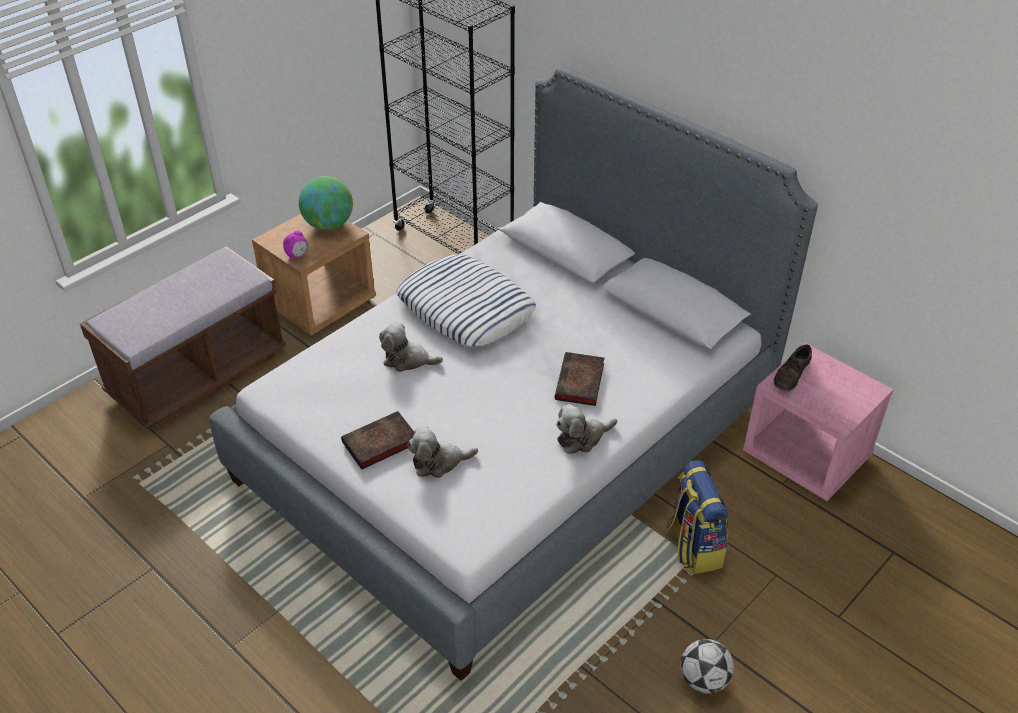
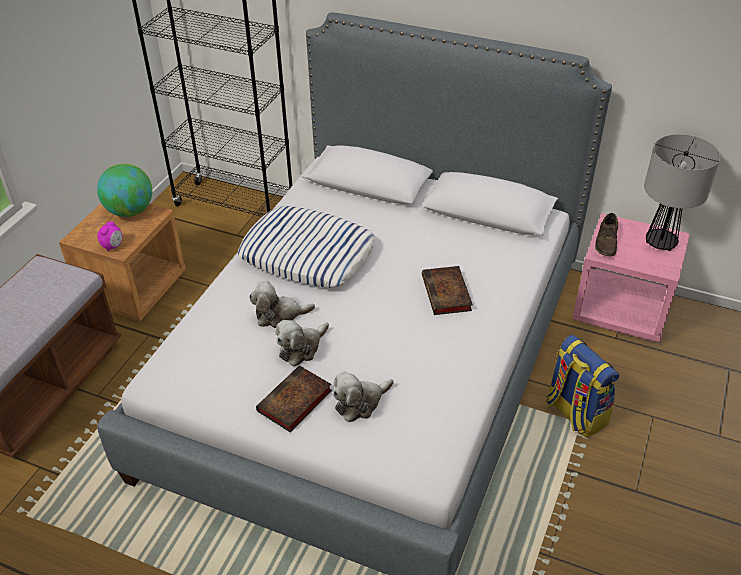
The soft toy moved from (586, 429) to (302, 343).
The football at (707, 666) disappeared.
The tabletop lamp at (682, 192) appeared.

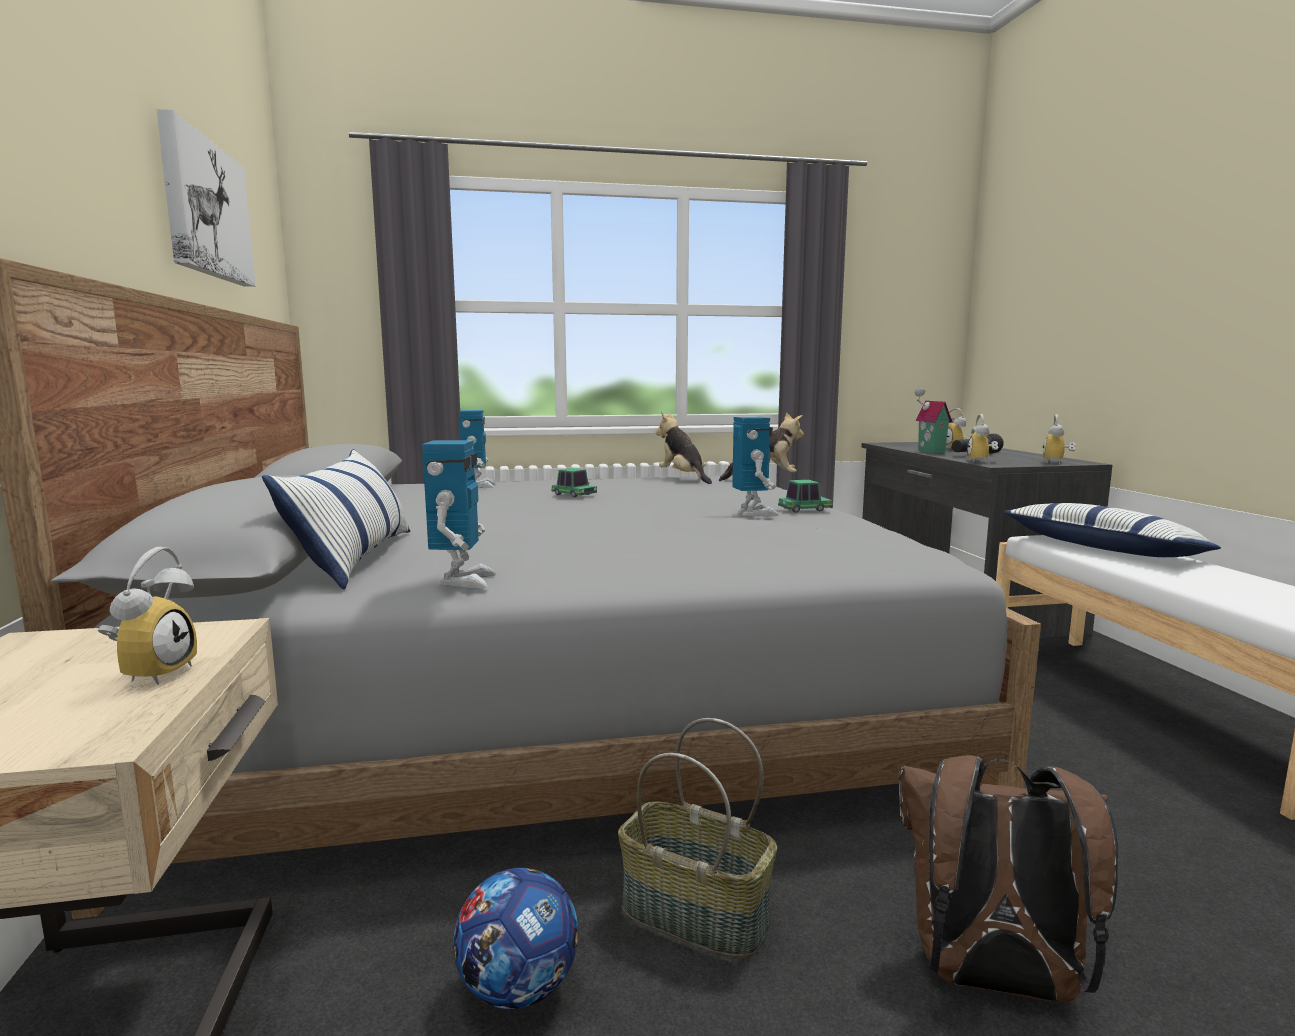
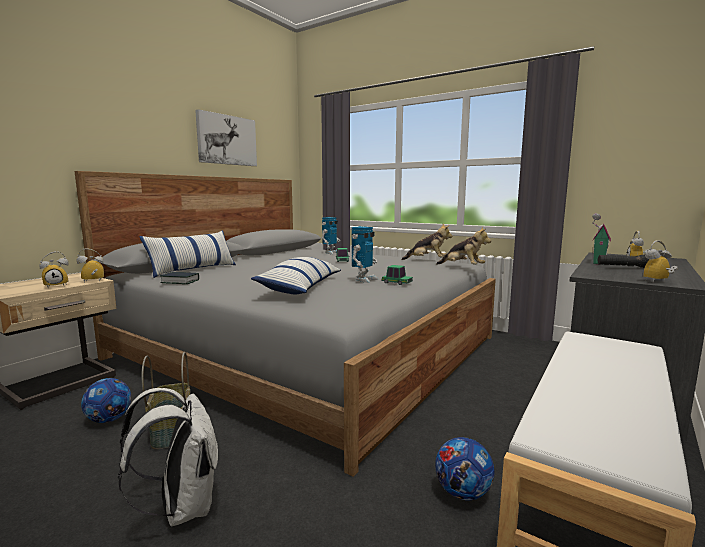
The model robot at (459, 514) was replaced by the volume at (179, 278).
The soft toy at (684, 448) turned 90 degrees clockwise.
The brown backpack at (1008, 878) became the white backpack at (168, 457).
The table clock moved from (982, 438) to (90, 265).
The pillow moved from (1112, 530) to (296, 275).
The football at (464, 468) appeared.

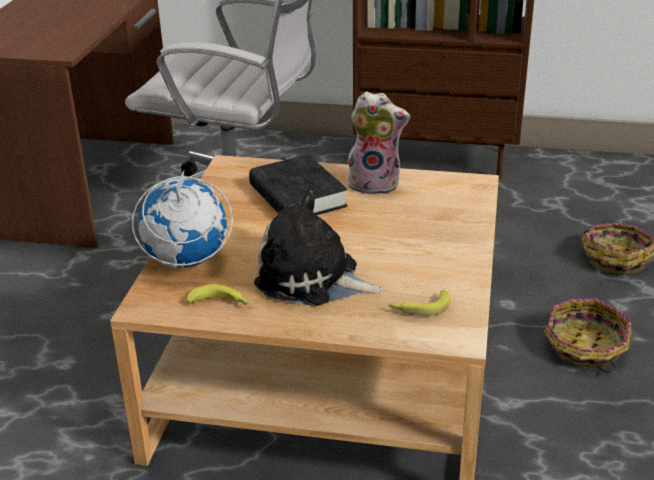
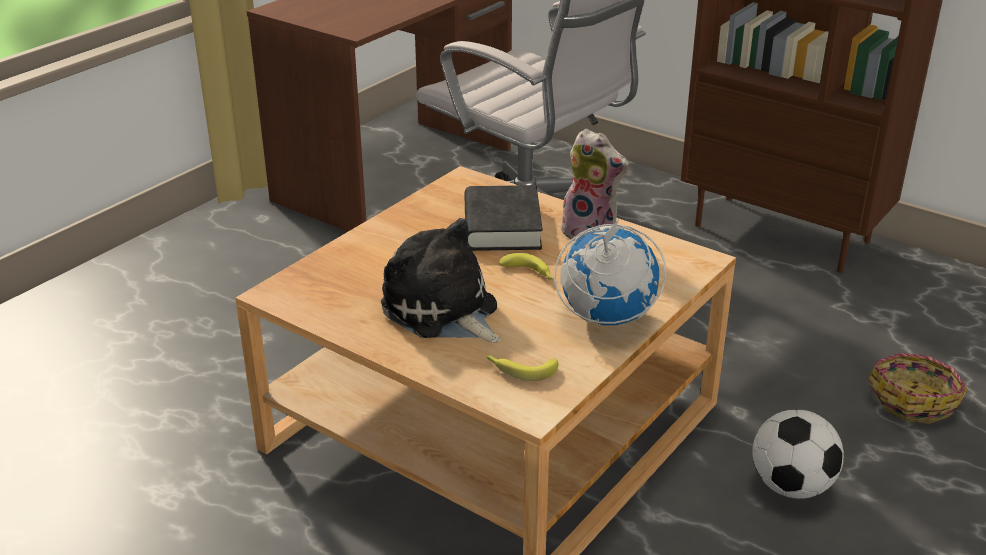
The world globe moved from (182, 218) to (610, 272).
The whole banana moved from (218, 294) to (526, 266).
The storage basket at (588, 335) was replaced by the football at (798, 454).

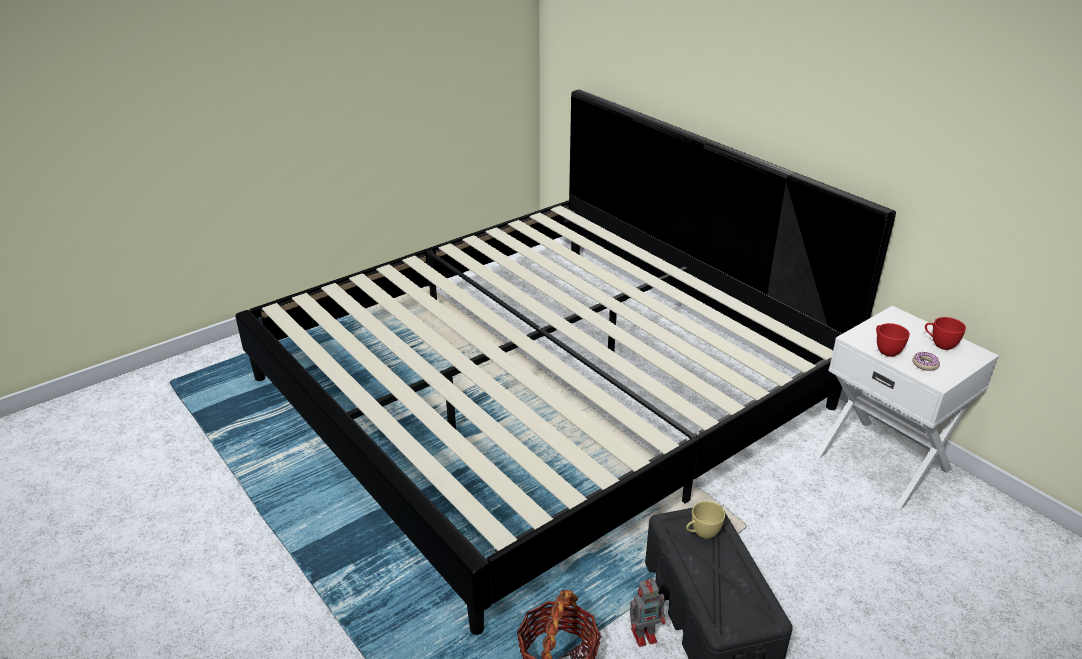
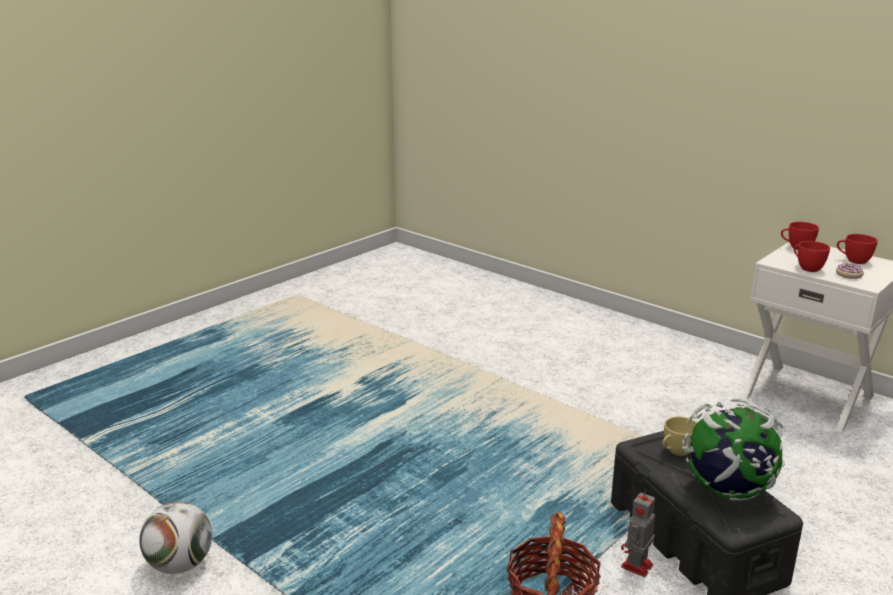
The bedroom bed at (565, 362) disappeared.
The model robot at (647, 612) turned 150 degrees clockwise.
The football at (175, 538) appeared.
The world globe at (733, 450) appeared.
The red cup at (800, 236) appeared.

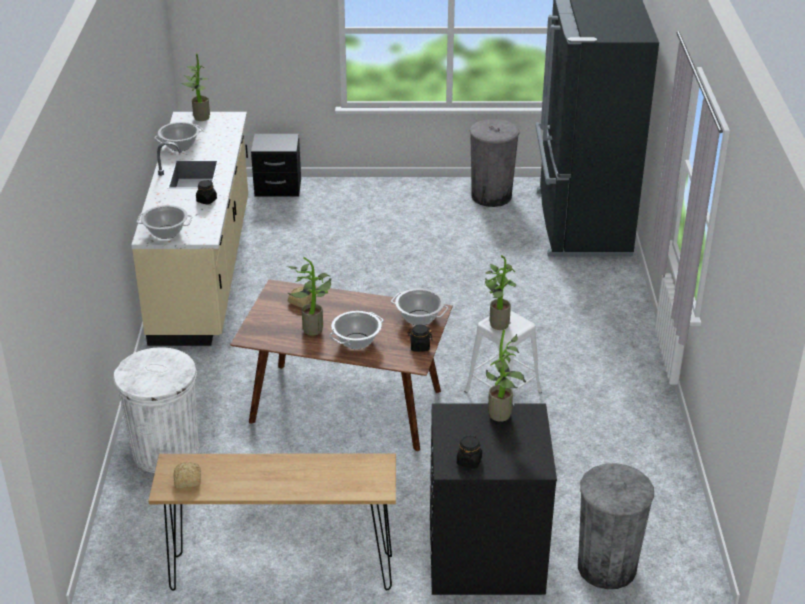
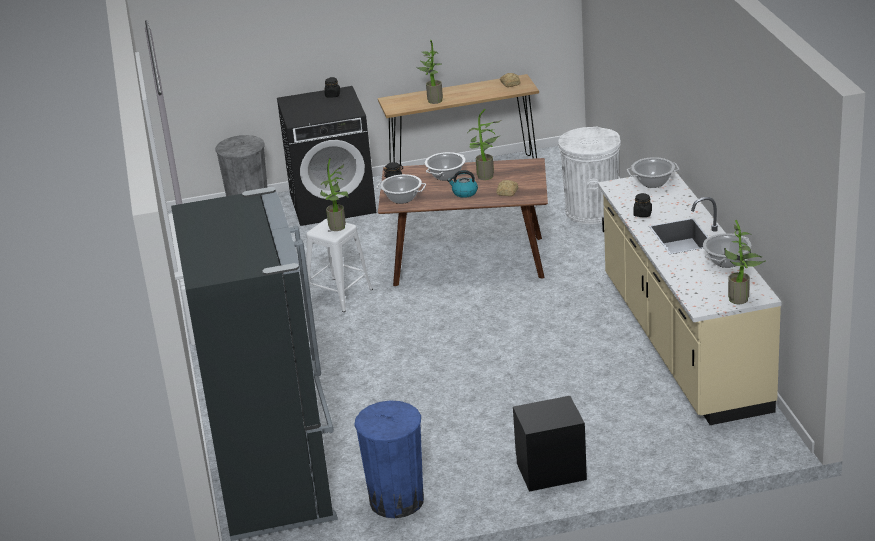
The black night table moved from (276, 165) to (550, 444).
The greyish trash can at (495, 163) became the blue trash can at (389, 459).
The houseplant moved from (506, 376) to (430, 72).
The water kettle at (462, 184) appeared.

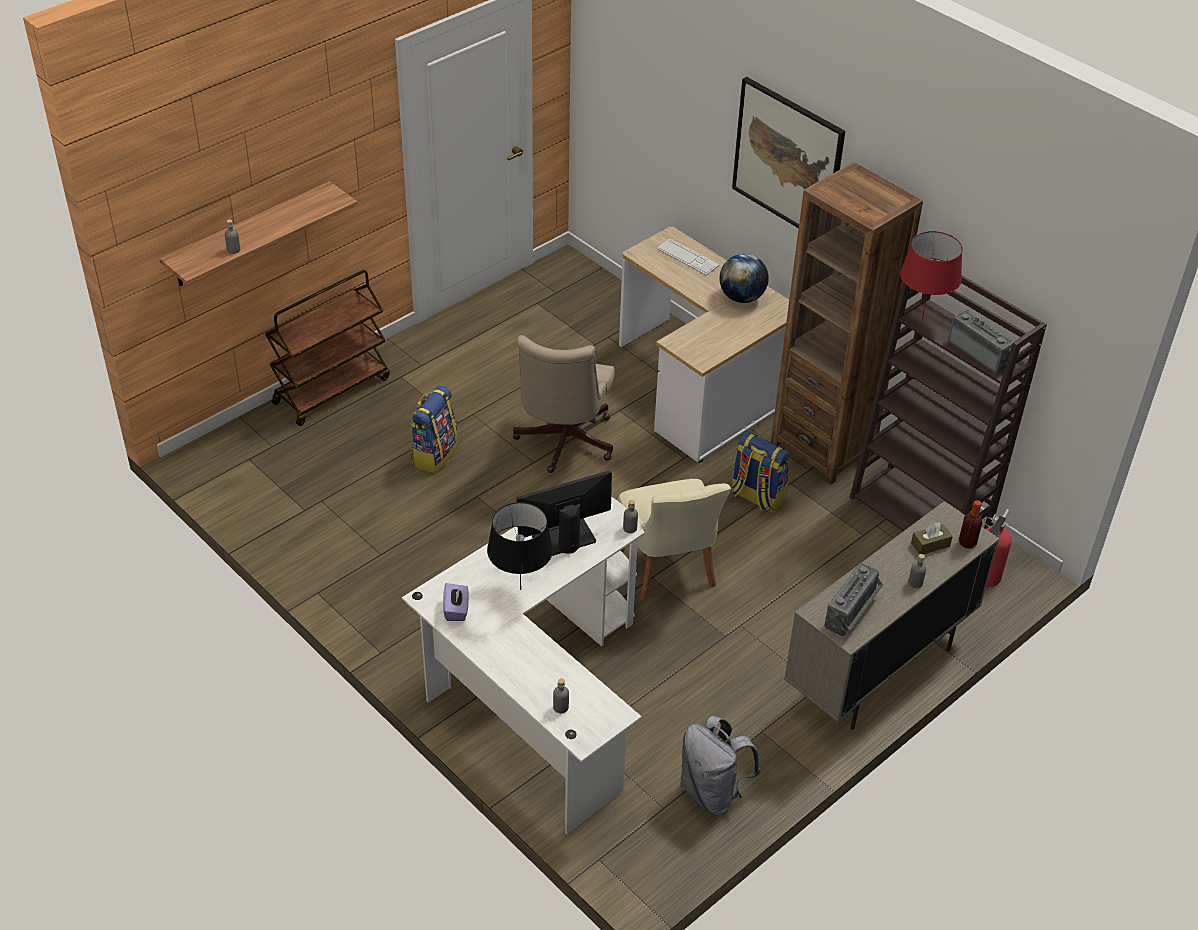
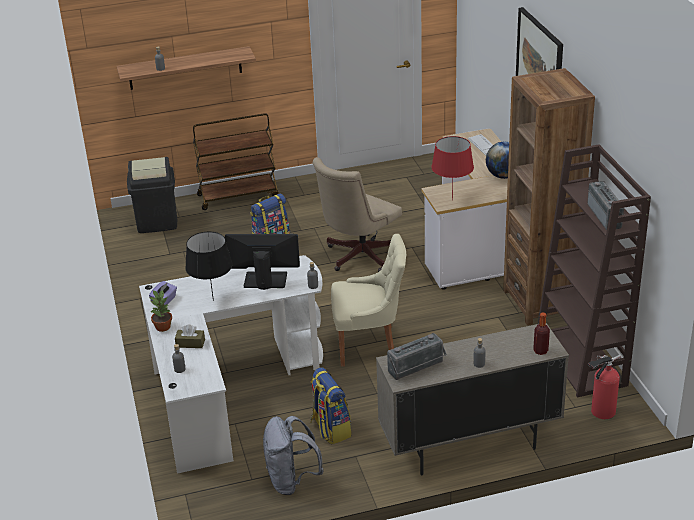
The beige-coloured chair at (674, 540) turned 105 degrees counterclockwise.
The backpack moved from (761, 472) to (331, 405).
The red tabletop lamp moved from (931, 275) to (452, 168).
The brown box of tissues moved from (932, 538) to (190, 336).
The black trash can at (152, 195) appeared.
The houseplant at (161, 311) appeared.

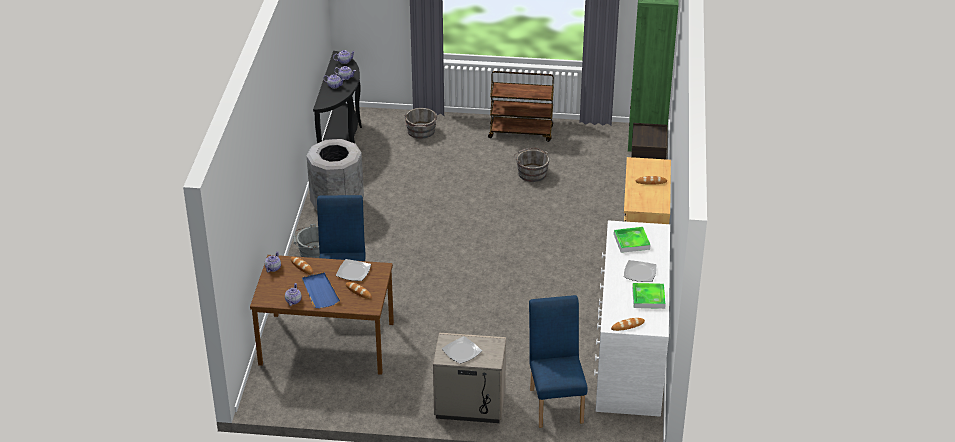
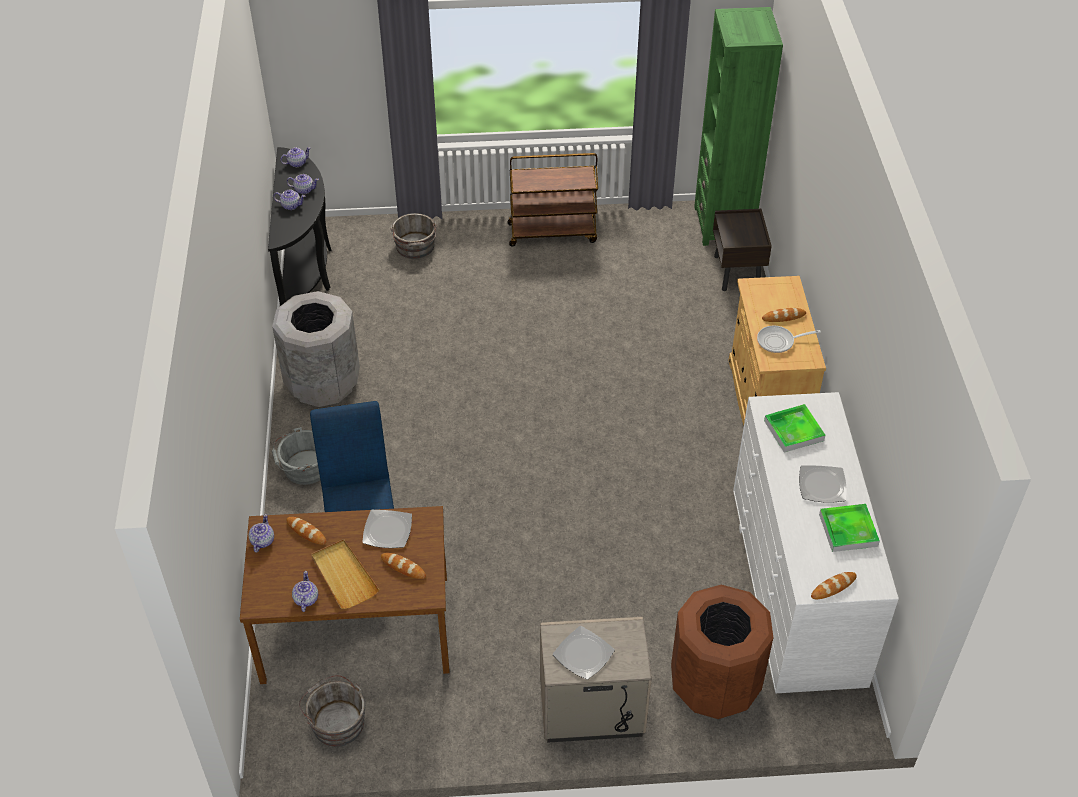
The blue serving tray at (321, 290) became the beige-coloured serving tray at (345, 574).
The greyish water bucket moved from (532, 165) to (332, 711).
The blue chair at (558, 361) was replaced by the brown trash can at (722, 652).
The frying pan at (789, 339) appeared.

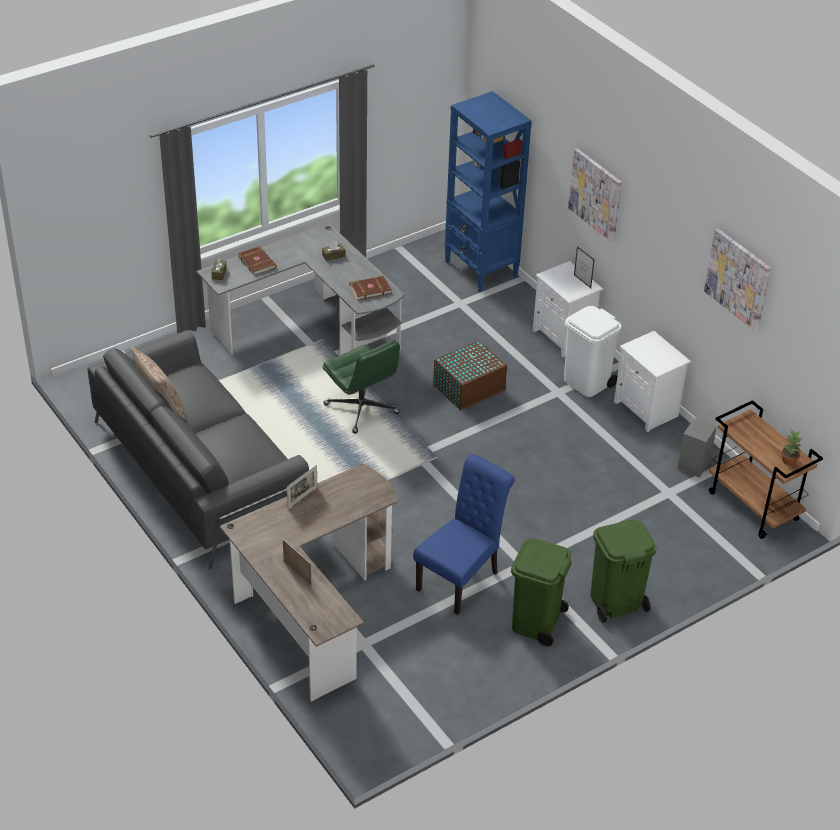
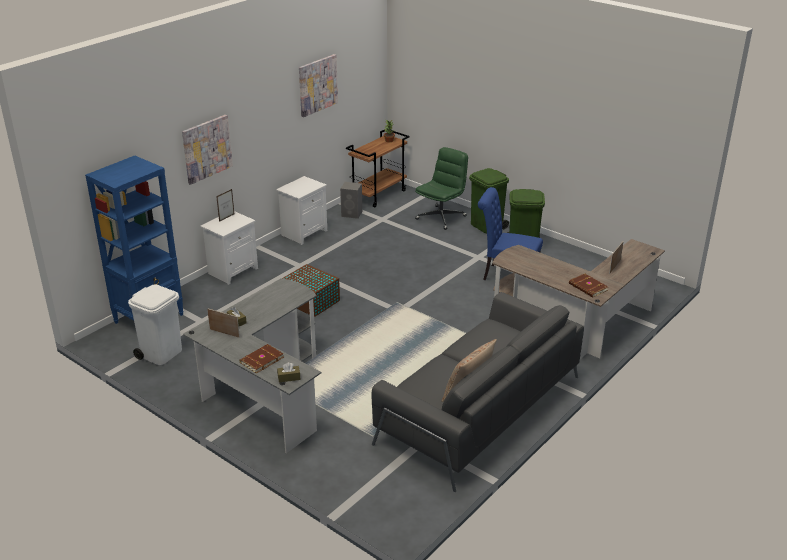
The standing frame moved from (302, 487) to (223, 323).
The green office chair moved from (361, 387) to (441, 188).
The brown volume moved from (370, 288) to (588, 285).
The white trash can moved from (592, 351) to (155, 325).

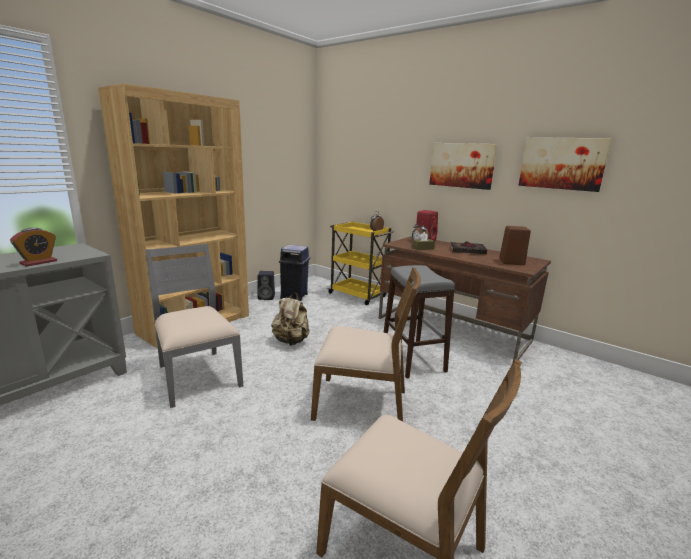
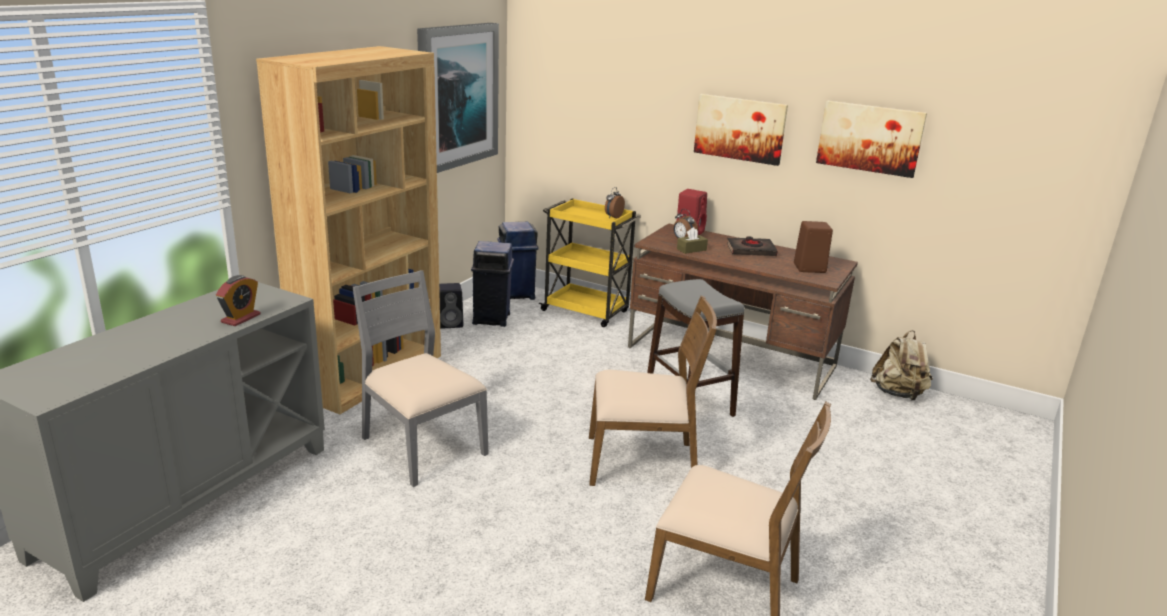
The beige-coloured backpack moved from (290, 319) to (901, 365).
The picture at (458, 98) appeared.
The blue trash can at (518, 261) appeared.

